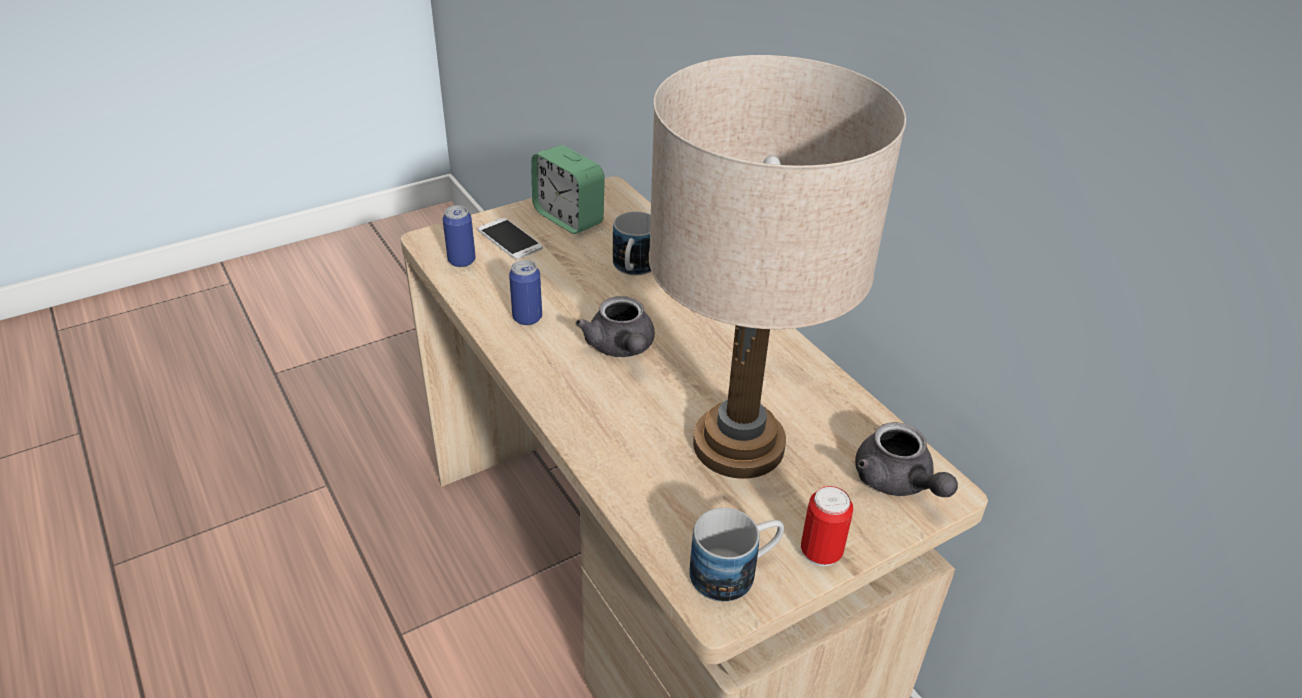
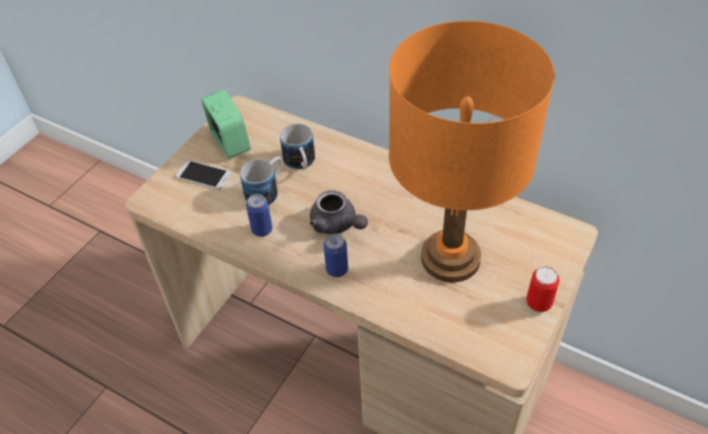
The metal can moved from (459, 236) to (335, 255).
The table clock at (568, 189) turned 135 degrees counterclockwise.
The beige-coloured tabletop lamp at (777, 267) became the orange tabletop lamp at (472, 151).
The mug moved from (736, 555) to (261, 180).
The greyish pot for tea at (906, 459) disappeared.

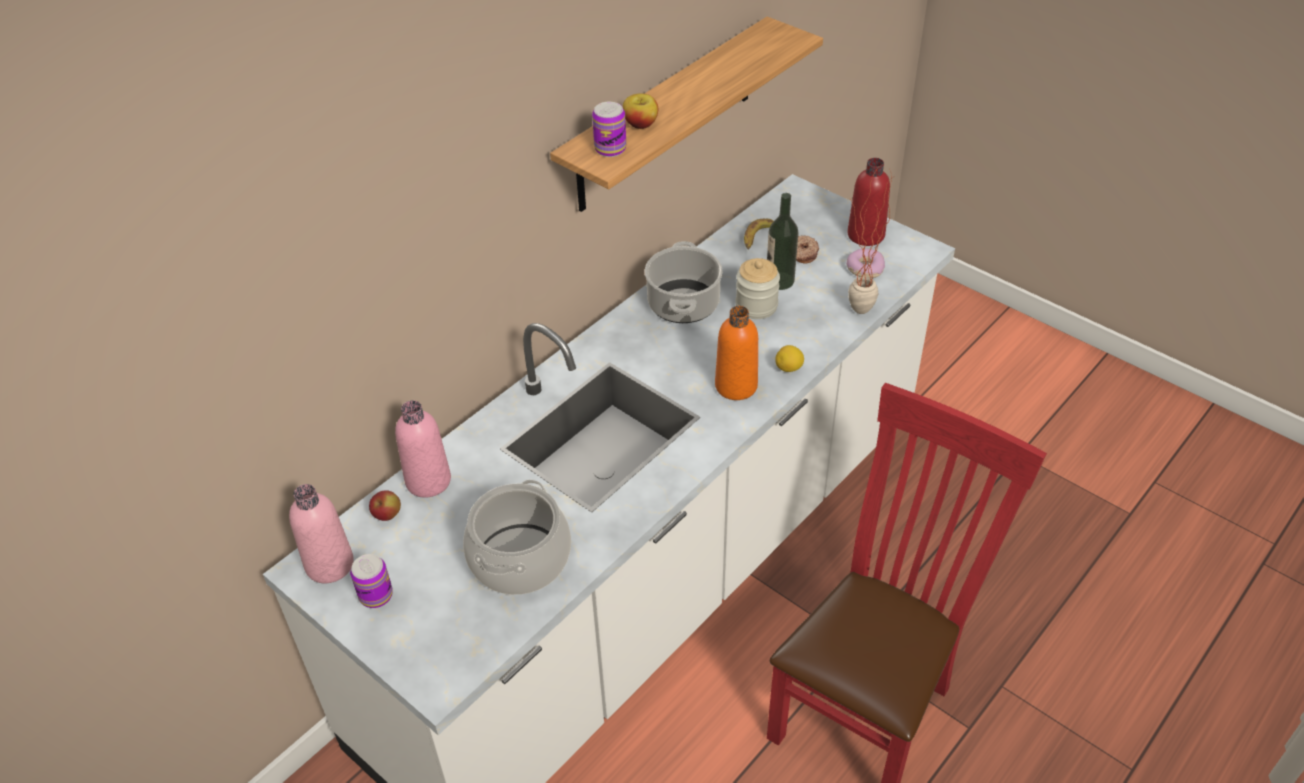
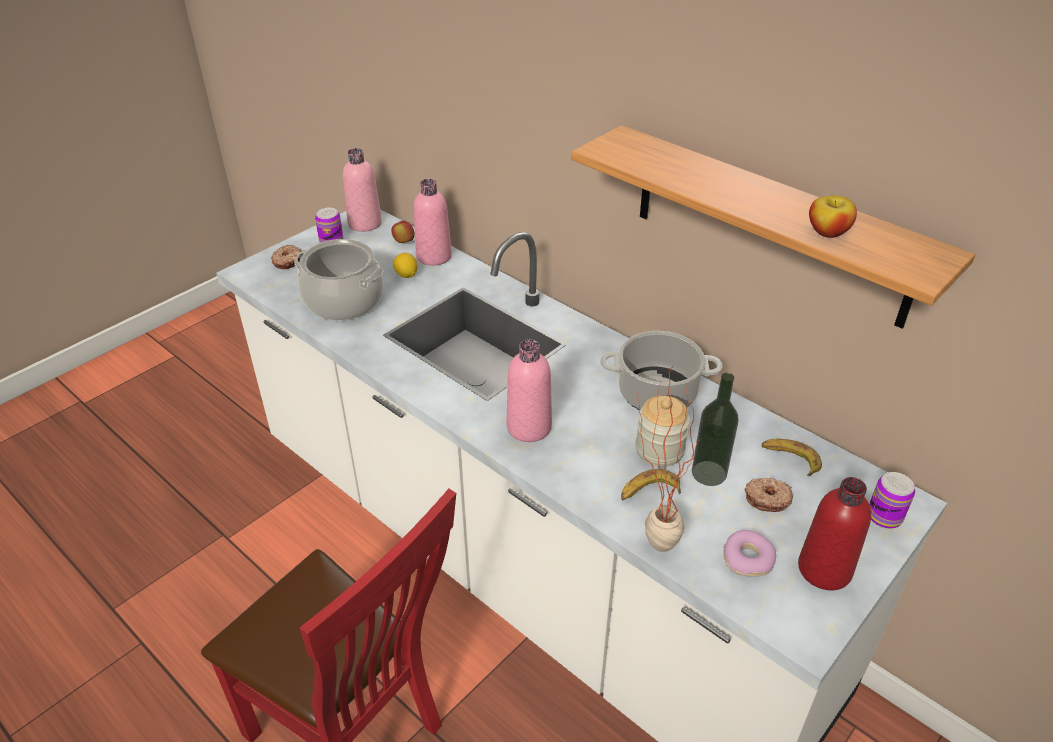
The metal can moved from (609, 129) to (892, 500).
The whole apple moved from (640, 111) to (833, 216).
The orange bottle at (736, 353) became the pink bottle at (529, 390).
The whole lemon moved from (789, 358) to (405, 265).
The doughnut at (286, 257) appeared.
The whole banana at (651, 484) appeared.

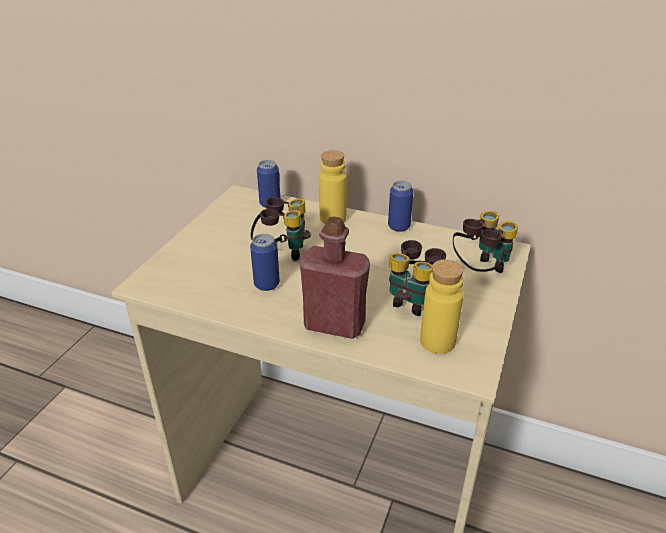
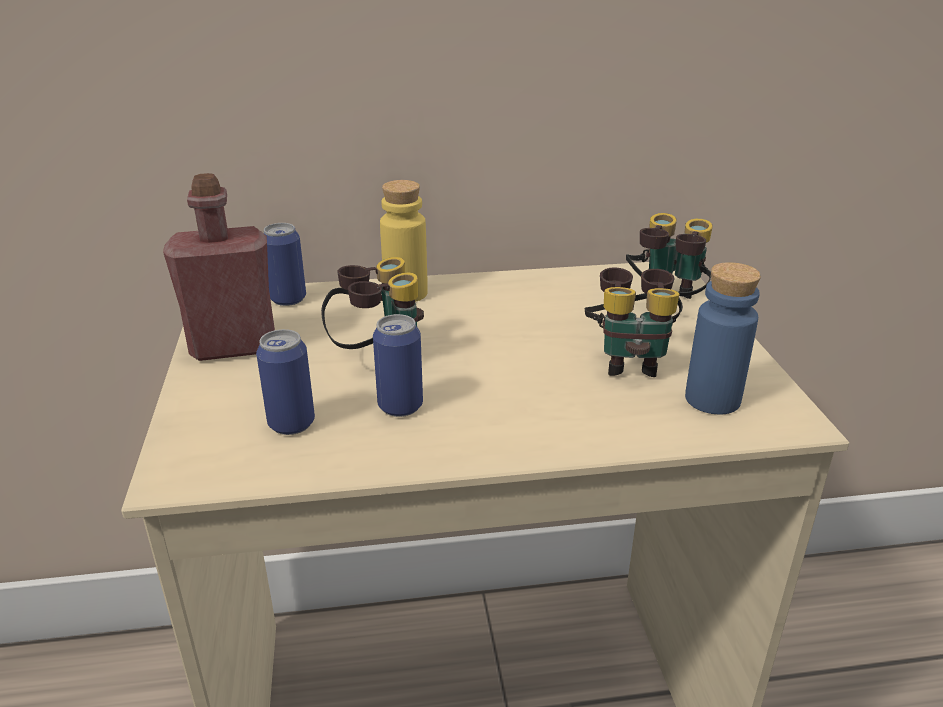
The red bottle moved from (335, 278) to (219, 267).
The metal can moved from (401, 206) to (285, 382).
The yellow-coloured bottle at (442, 306) became the blue bottle at (723, 338).

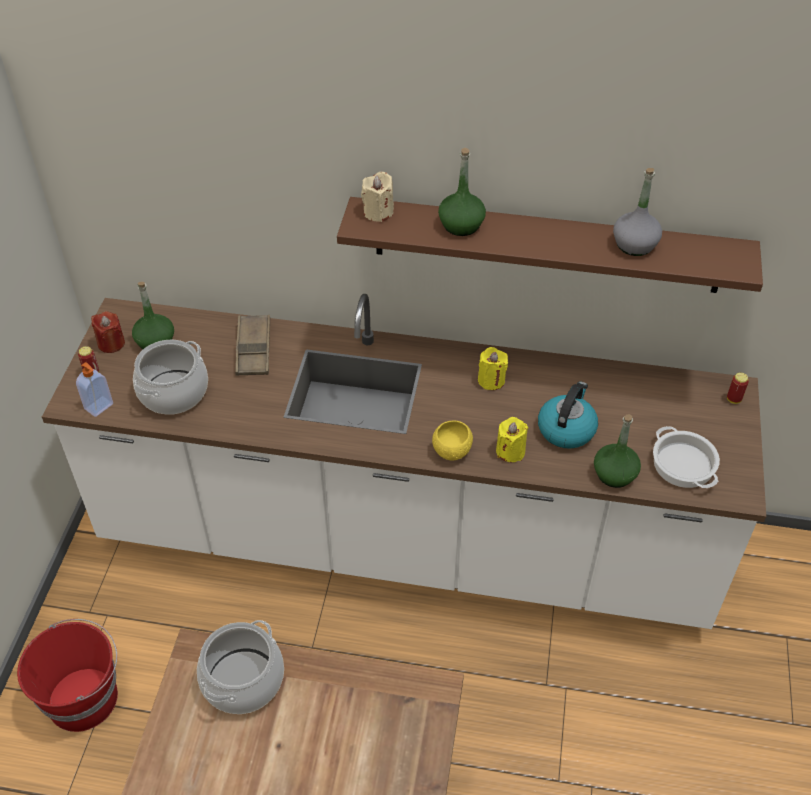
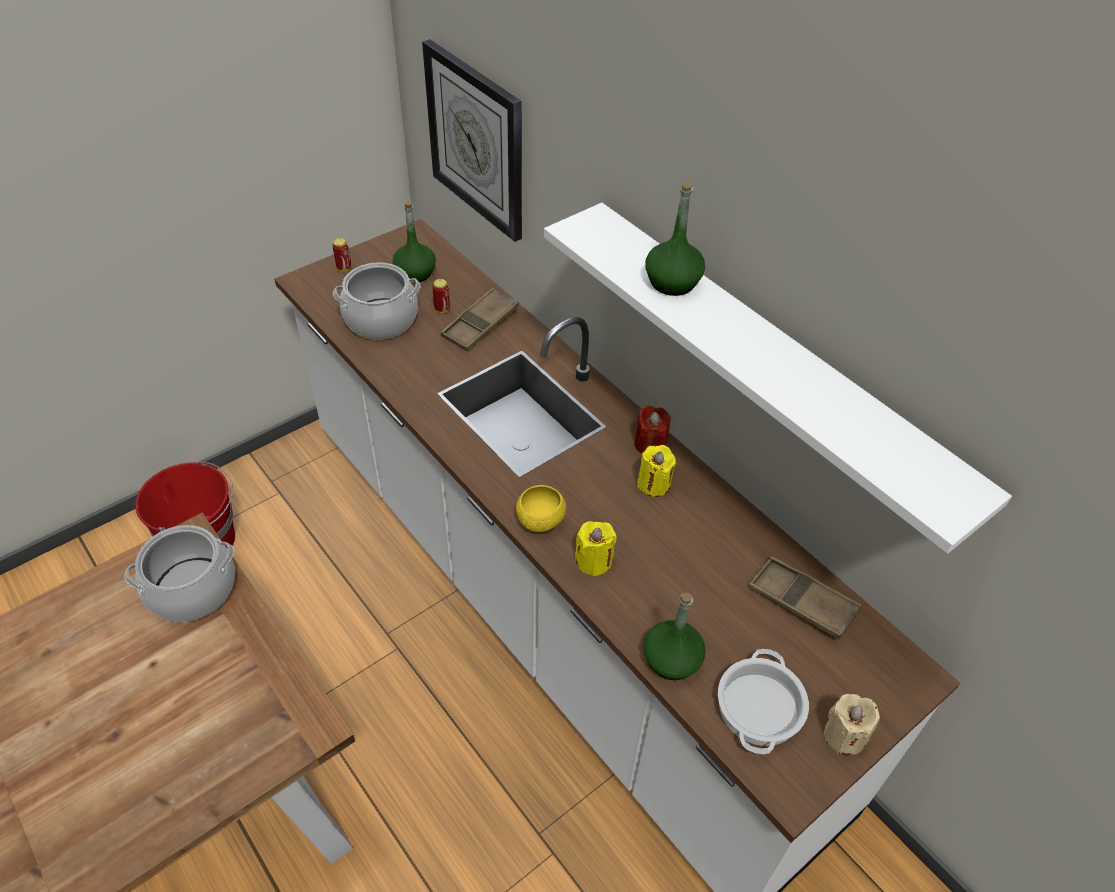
The liquid soap bottle at (94, 389) disappeared.
The red candle moved from (108, 332) to (652, 429).
The brown bracket shelf at (550, 245) became the white bracket shelf at (778, 378).
The beige-coloured candle moved from (377, 197) to (852, 725).
The water kettle at (568, 415) disappeared.
The greyish bottle at (637, 212) disappeared.
The metal can moved from (738, 388) to (441, 296).
The clock on the wall at (472, 140) appeared.
The brown serving tray at (805, 598) appeared.

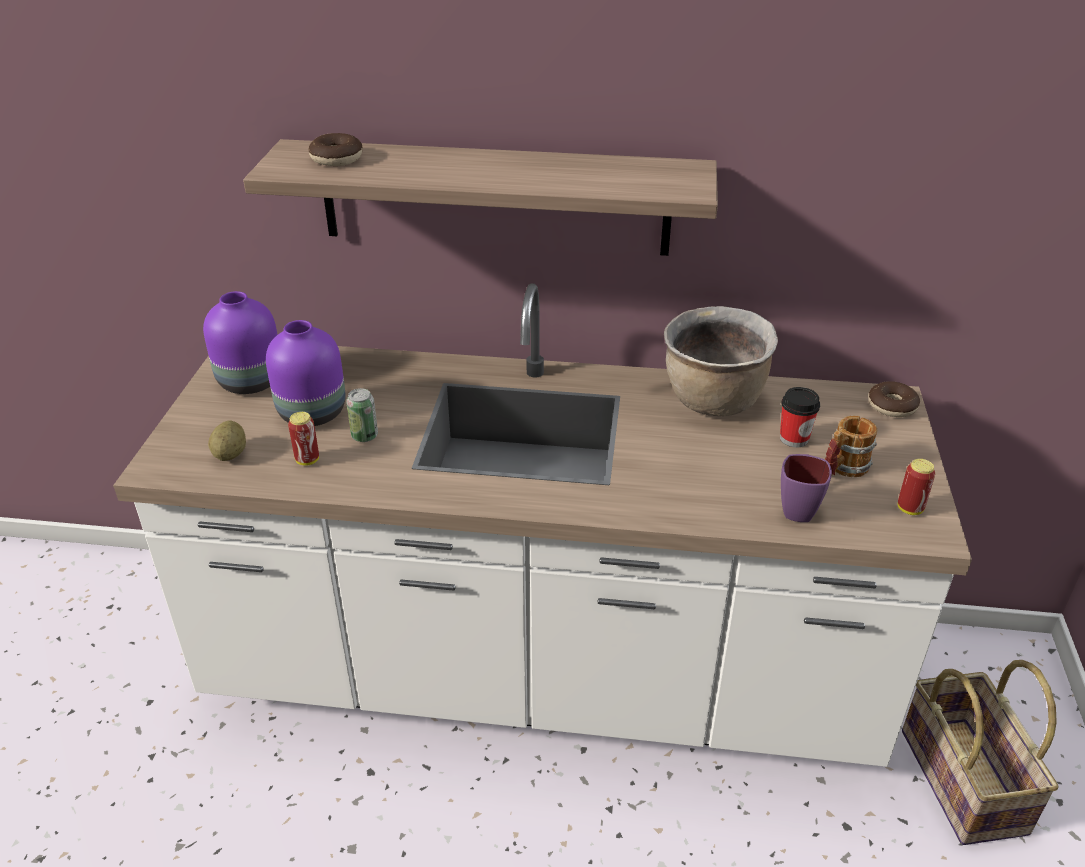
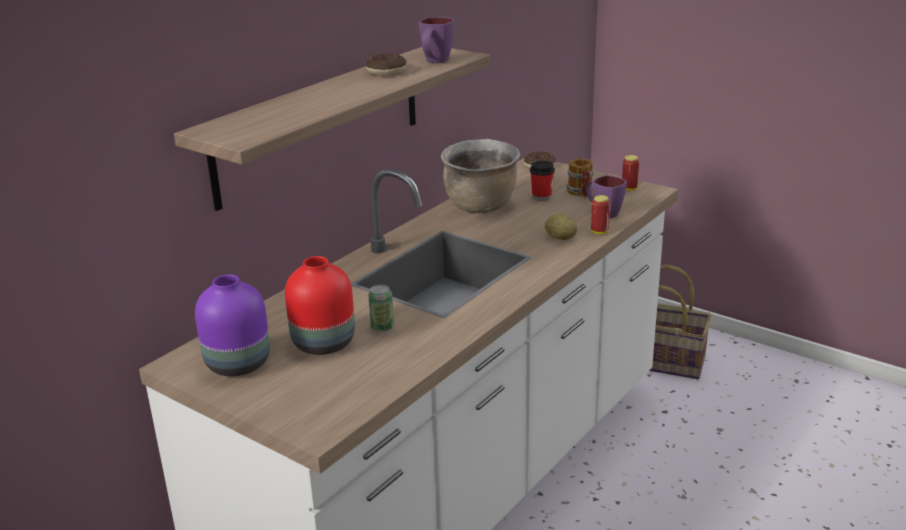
The spud moved from (227, 440) to (561, 227).
The purple flower vase at (305, 373) became the red flower vase at (320, 305).
The metal can moved from (303, 439) to (600, 215).
The doughnut moved from (335, 149) to (386, 64).
The purple mug at (436, 40) appeared.

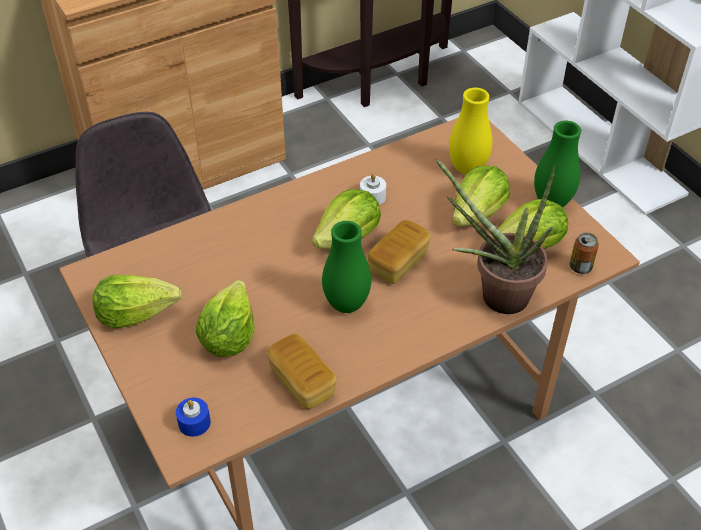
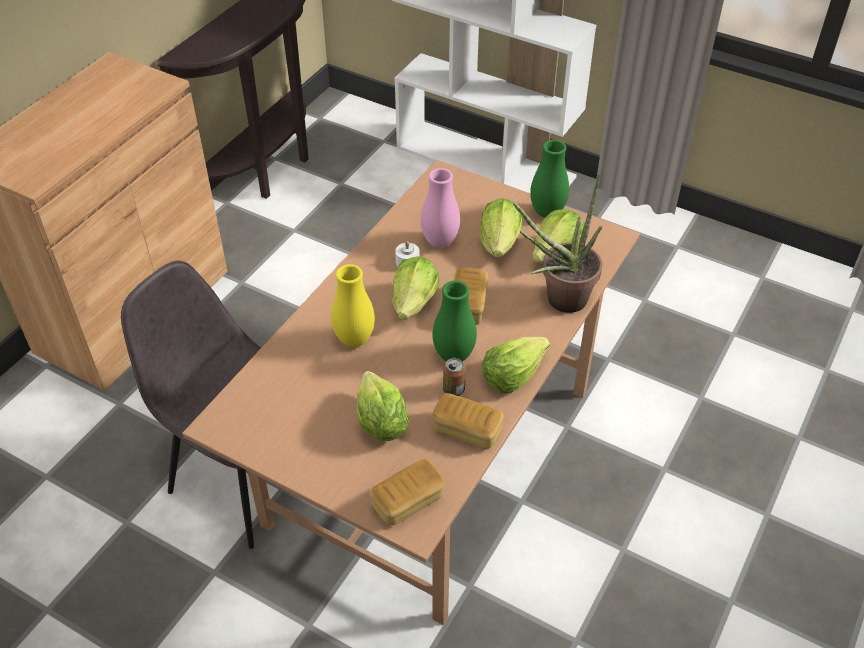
The head of lettuce moved from (137, 301) to (516, 365).
The blue candle at (193, 417) was replaced by the baked bread at (407, 492).
The yellow-coloured flower vase moved from (470, 131) to (353, 305).
The metal can moved from (584, 253) to (454, 377).
The pink flower vase at (440, 208) appeared.

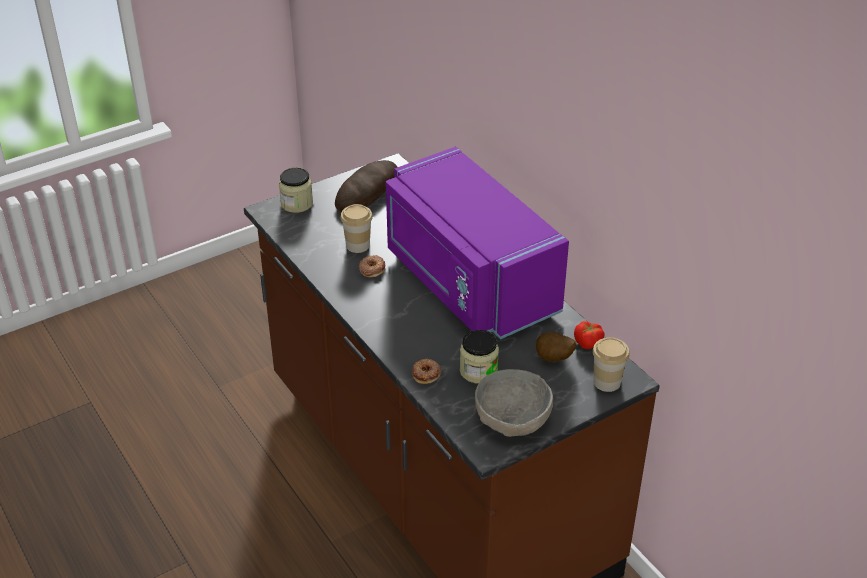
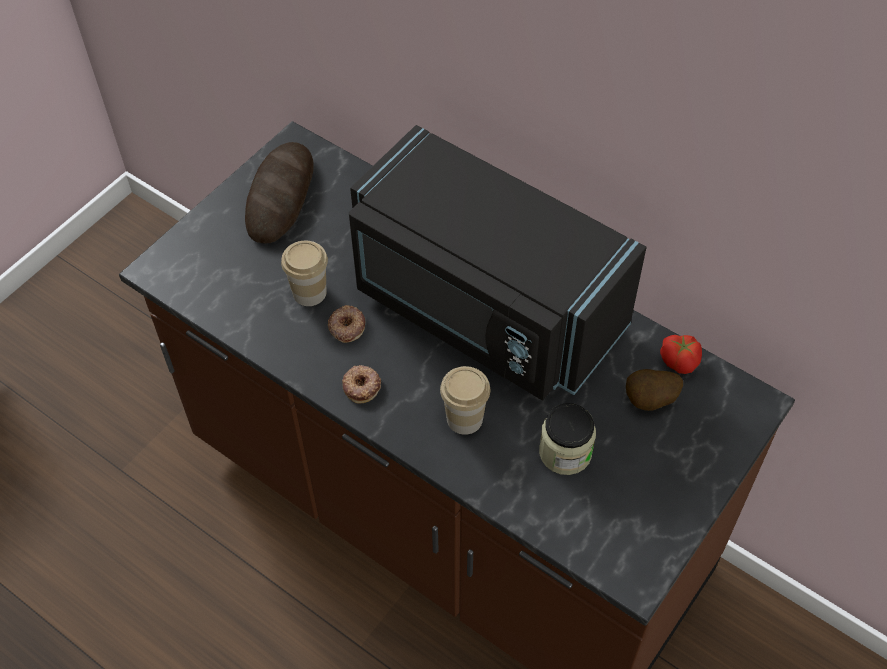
The jar at (296, 190) disappeared.
The purple kitchen microwave at (477, 243) became the black kitchen microwave at (498, 263).
The doughnut moved from (426, 371) to (361, 384).
The greyish serving bowl at (514, 403) disappeared.
The cup moved from (611, 364) to (465, 400).

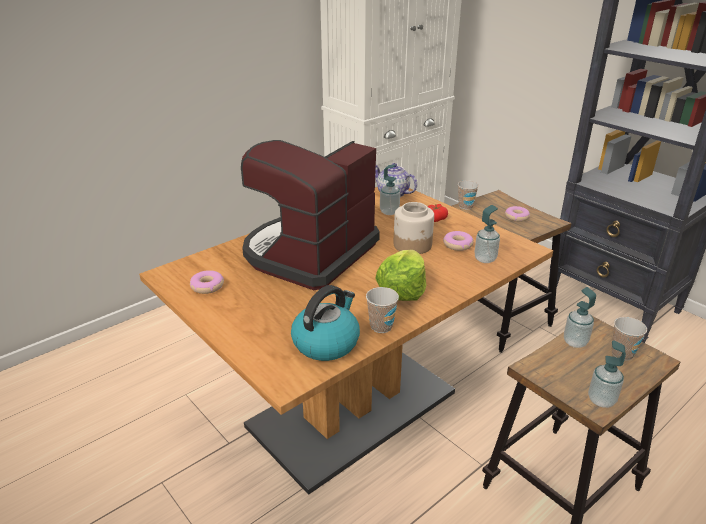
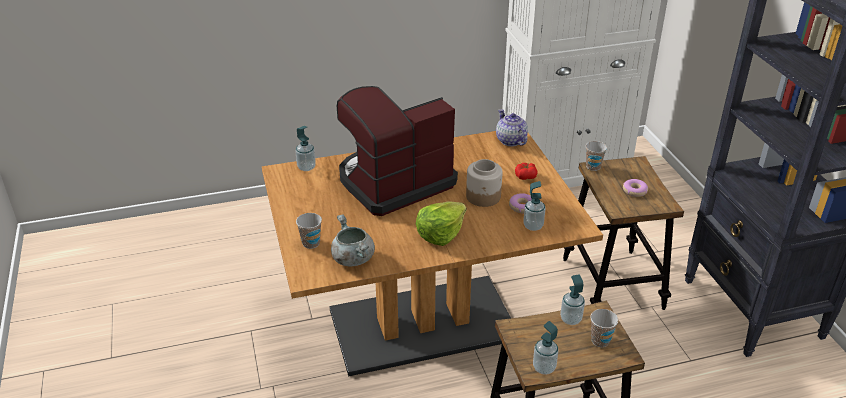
The doughnut at (207, 282) disappeared.
The water kettle at (325, 323) was replaced by the greyish saucepot at (353, 240).
The cup moved from (382, 310) to (309, 231).
The liquid soap bottle moved from (390, 189) to (306, 148).

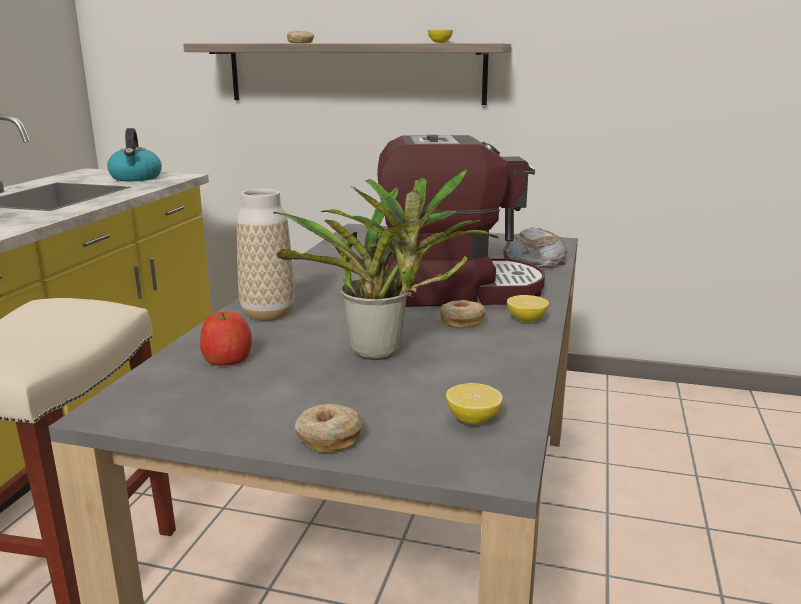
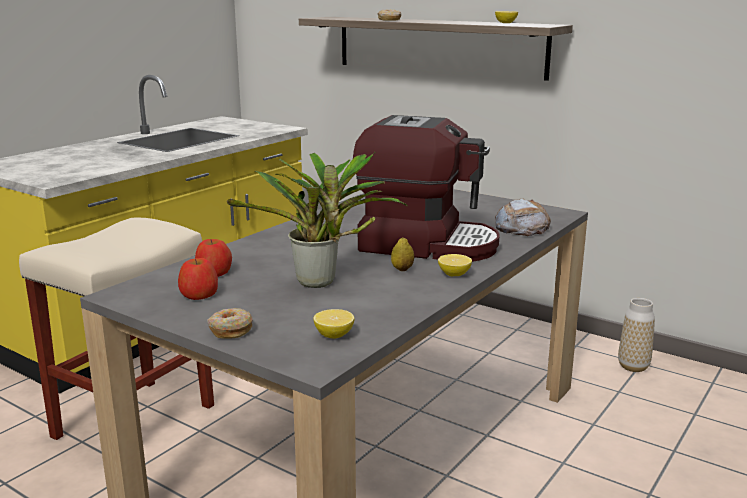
The water kettle at (134, 154) disappeared.
The flower vase moved from (266, 255) to (636, 335).
The doughnut at (463, 314) was replaced by the whole lemon at (402, 254).
The whole apple at (198, 279) appeared.

